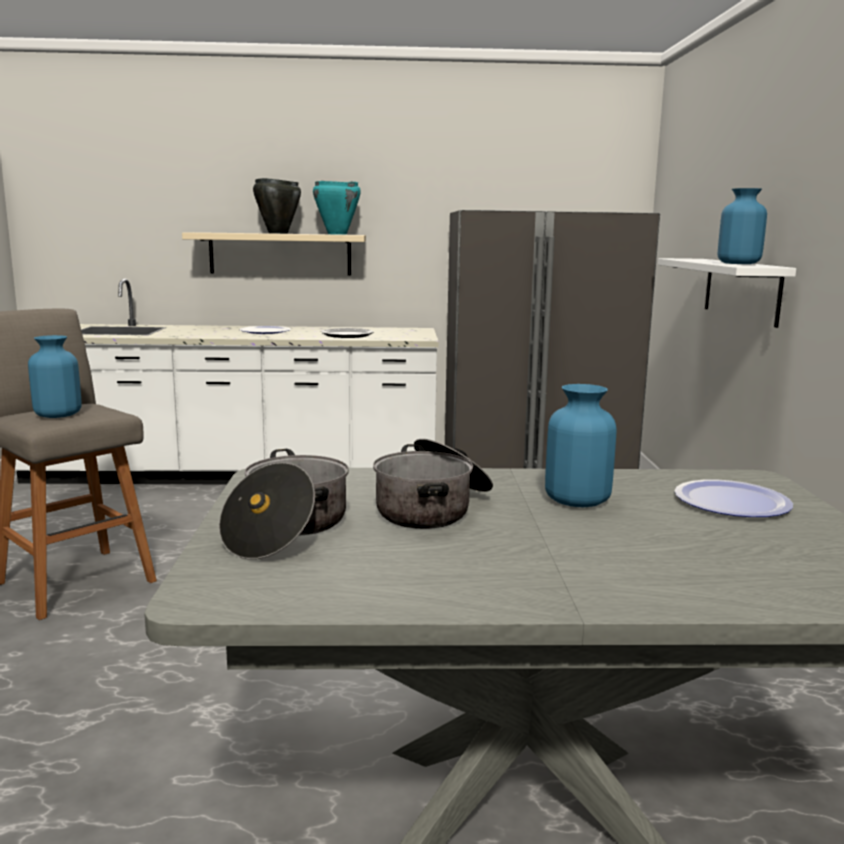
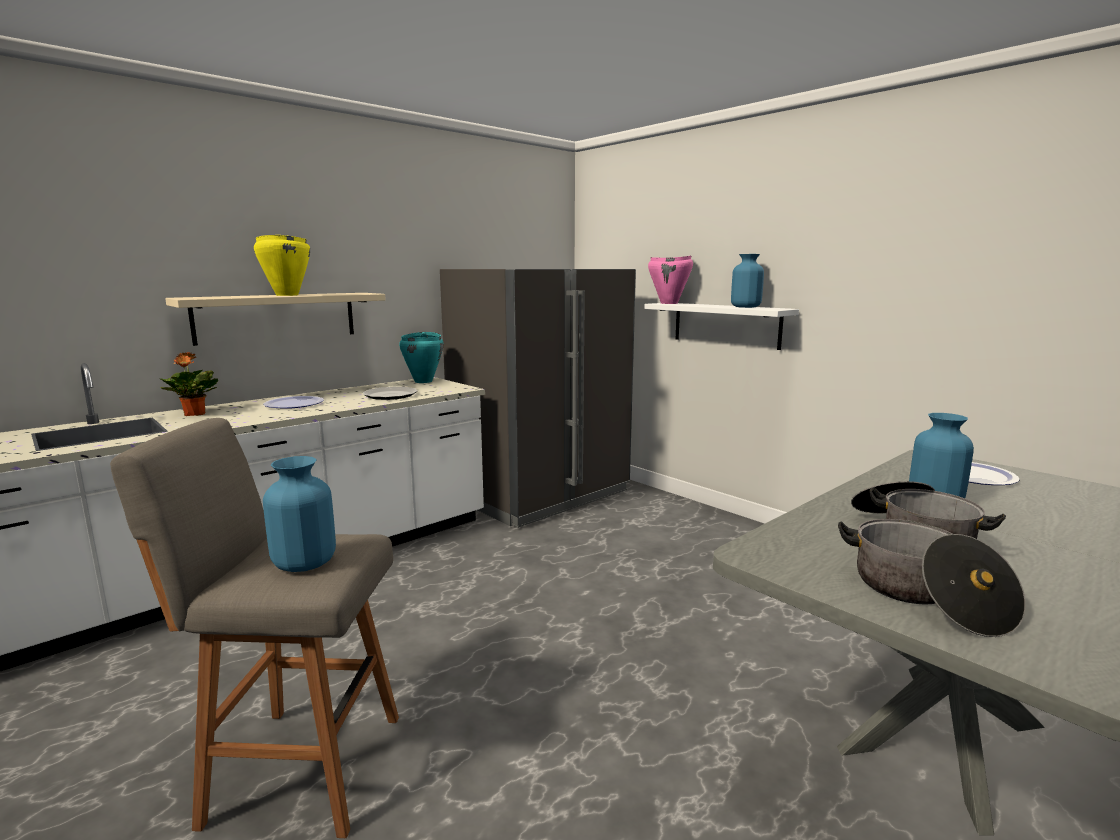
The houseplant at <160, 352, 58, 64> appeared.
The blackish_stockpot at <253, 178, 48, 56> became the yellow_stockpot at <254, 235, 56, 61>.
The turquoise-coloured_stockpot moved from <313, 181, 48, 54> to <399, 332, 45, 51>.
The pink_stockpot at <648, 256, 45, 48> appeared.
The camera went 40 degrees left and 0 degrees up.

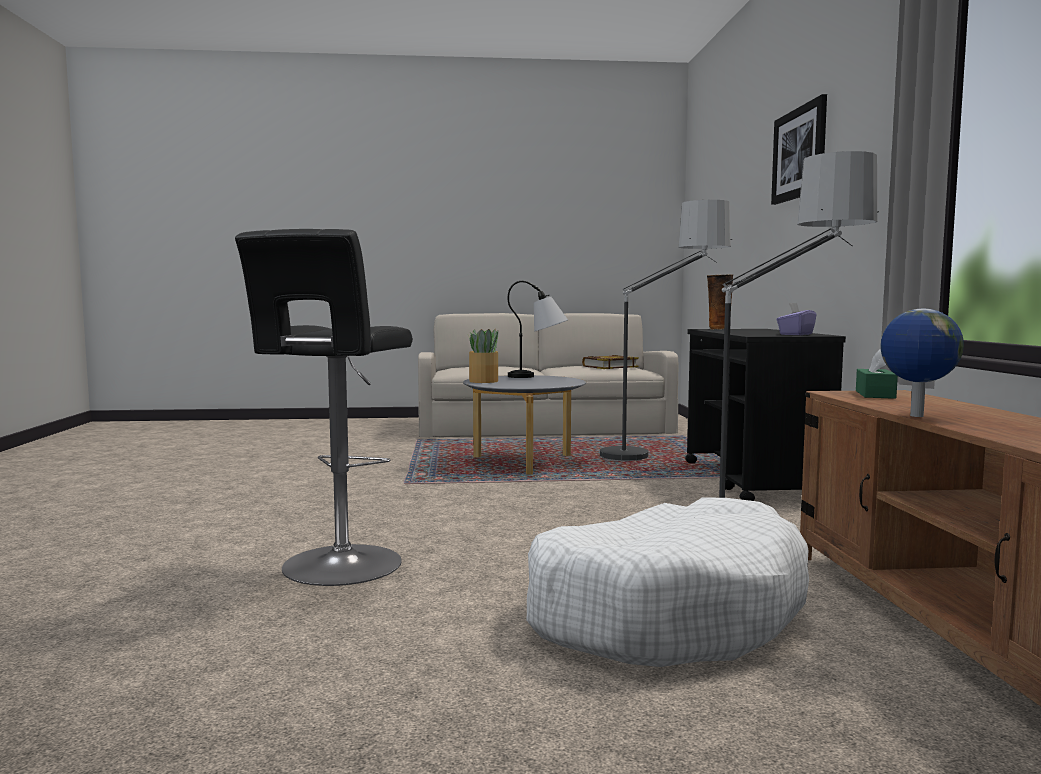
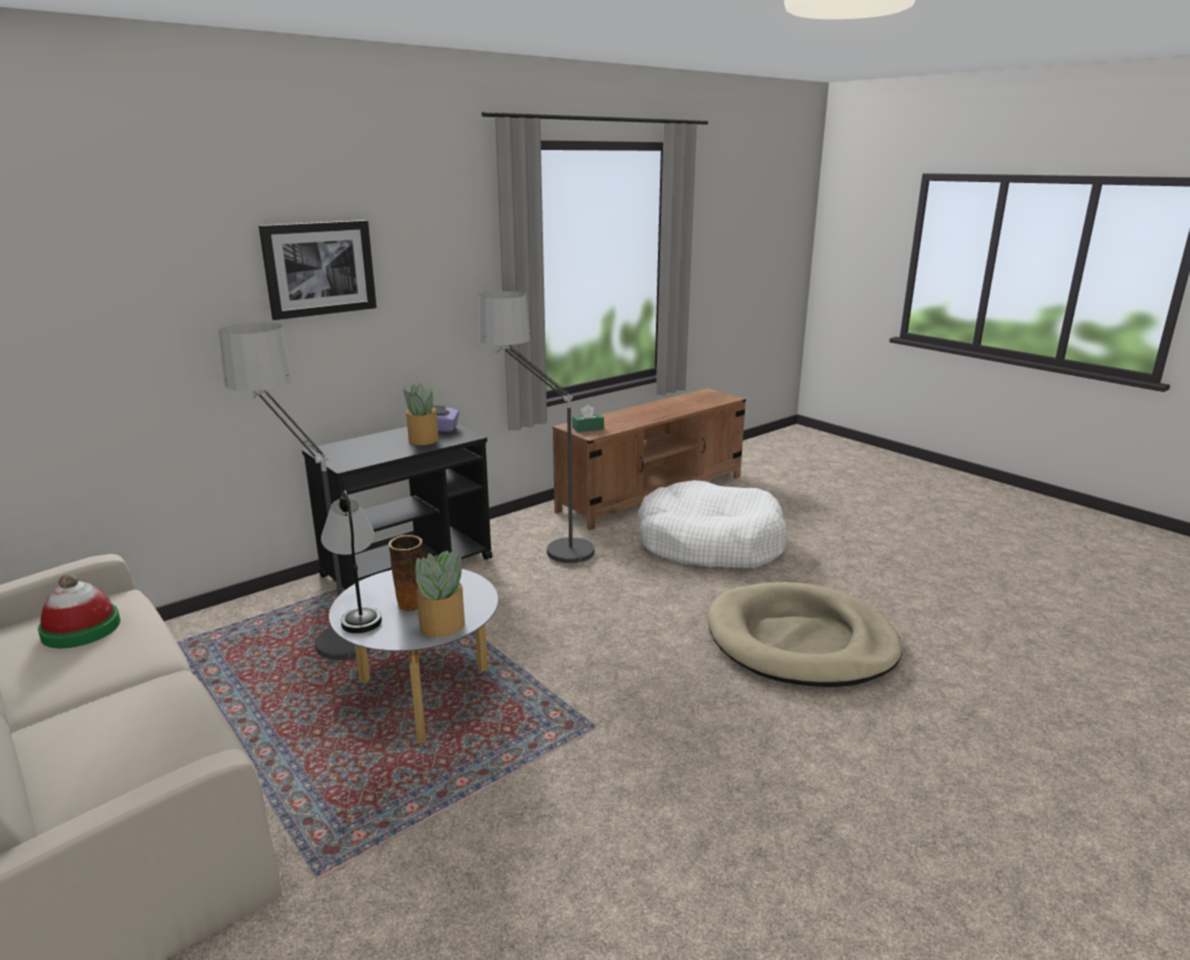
The volume at <582, 355, 57, 14> was replaced by the hat at <38, 574, 82, 74>.
The vase moved from <707, 274, 26, 56> to <388, 535, 35, 77>.
The houseplant at <404, 383, 35, 62> appeared.
The blackish_stool_seat at <235, 229, 178, 357> was replaced by the beige_dog_cushion at <708, 582, 194, 105>.
The world_globe at <880, 308, 84, 109> disappeared.
The camera went 125 degrees left and 15 degrees up.

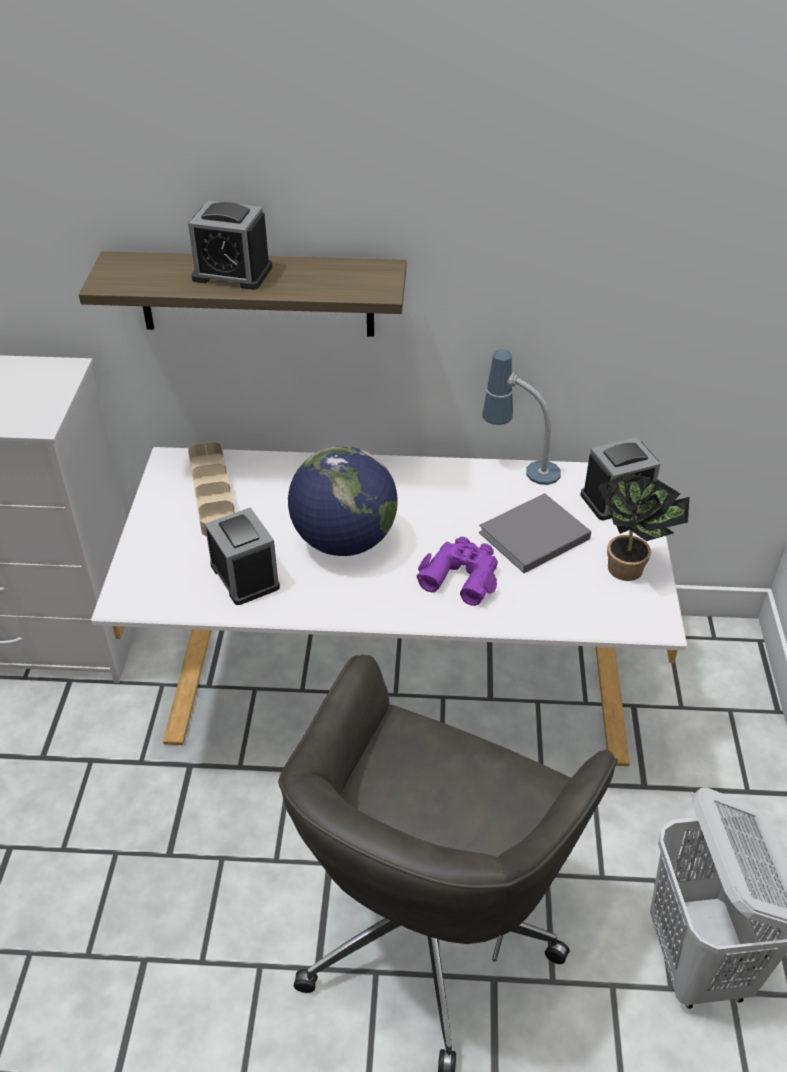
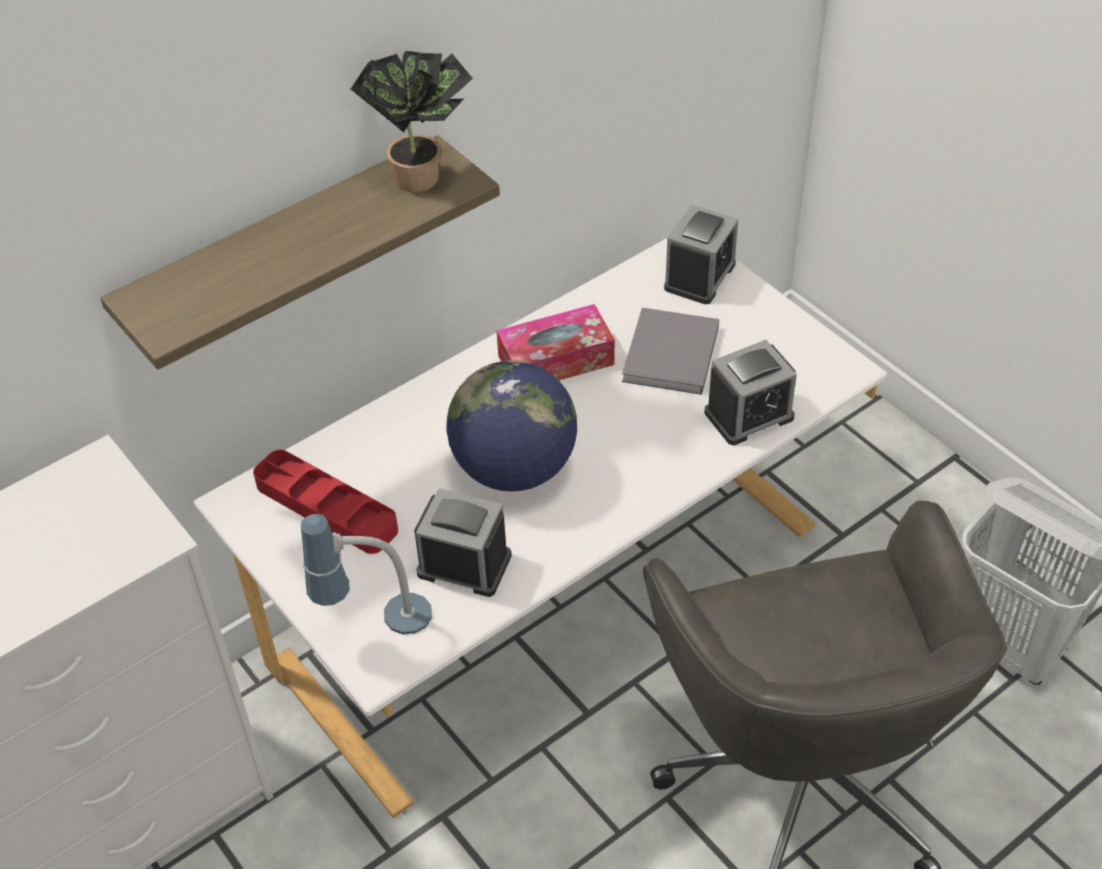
The beige_serving_tray at <188, 442, 47, 94> became the reddish_serving_tray at <253, 449, 145, 105>.
The lamp_for_a_table moved from <482, 349, 79, 136> to <301, 514, 131, 121>.
The houseplant moved from <598, 473, 92, 108> to <351, 51, 122, 141>.
The tissue_holder at <497, 304, 118, 76> appeared.
The bedside_clock moved from <188, 201, 84, 89> to <705, 340, 92, 105>.
The purplish_field_glasses at <417, 537, 81, 69> disappeared.
The camera went 40 degrees left and 5 degrees up.

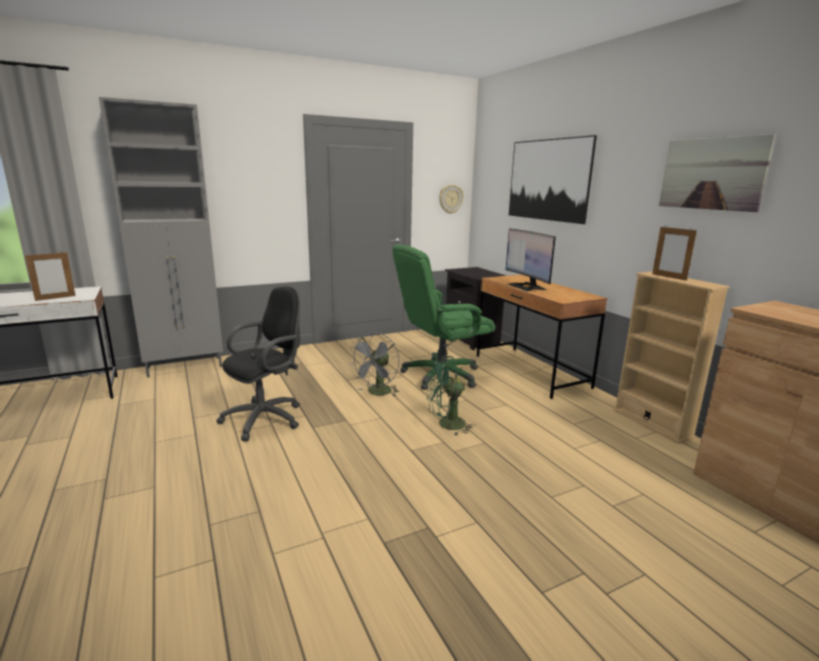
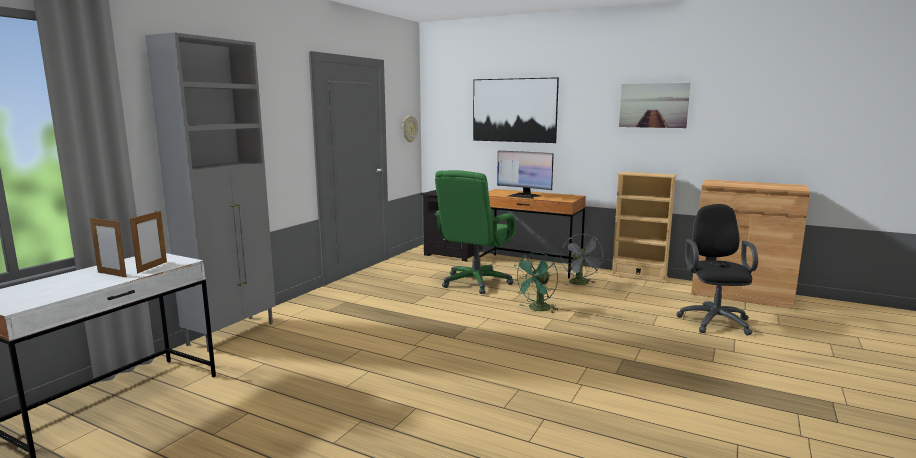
The photo_frame moved from <652, 227, 45, 54> to <90, 216, 37, 61>.
The greyish_fan moved from <351, 332, 49, 65> to <561, 234, 44, 51>.
The blackish_desk_chair moved from <217, 286, 83, 155> to <676, 204, 82, 131>.
The camera went 35 degrees left and 5 degrees down.

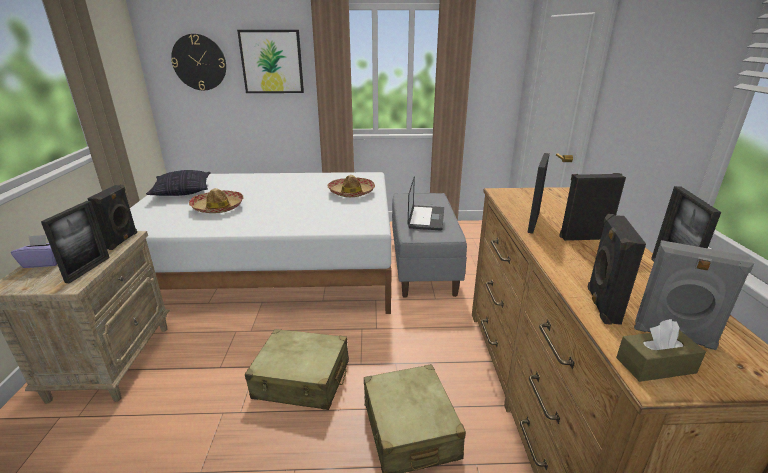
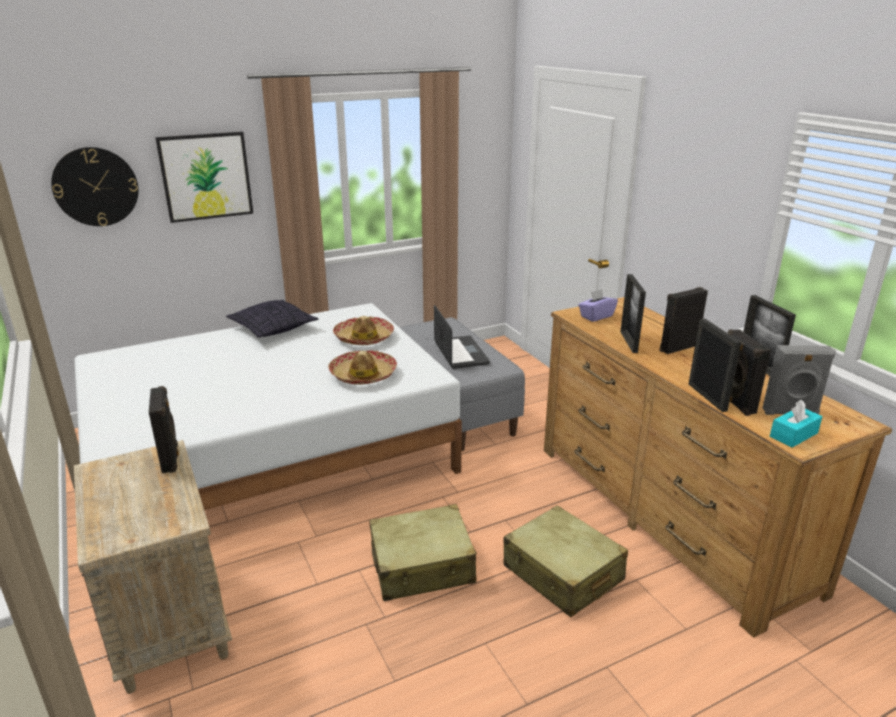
The pillow moved from <146, 170, 64, 26> to <226, 300, 92, 38>.
The hat moved from <189, 188, 55, 25> to <328, 351, 69, 34>.
The purplish_tissue_holder moved from <11, 235, 46, 33> to <578, 289, 40, 33>.
The photo_frame moved from <41, 201, 69, 82> to <689, 319, 53, 93>.
The brownish_tissue_holder at <616, 319, 90, 63> became the turquoise-coloured_tissue_holder at <770, 400, 52, 47>.
The camera went 25 degrees left and 0 degrees up.

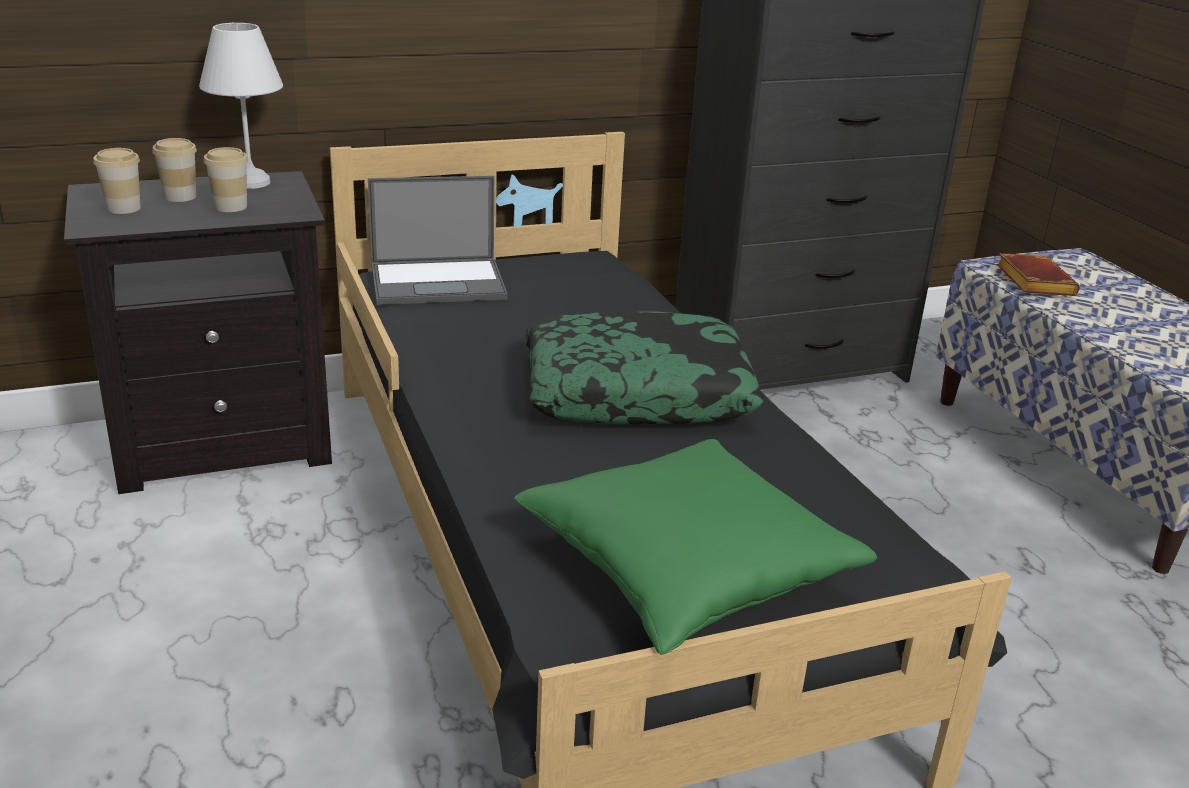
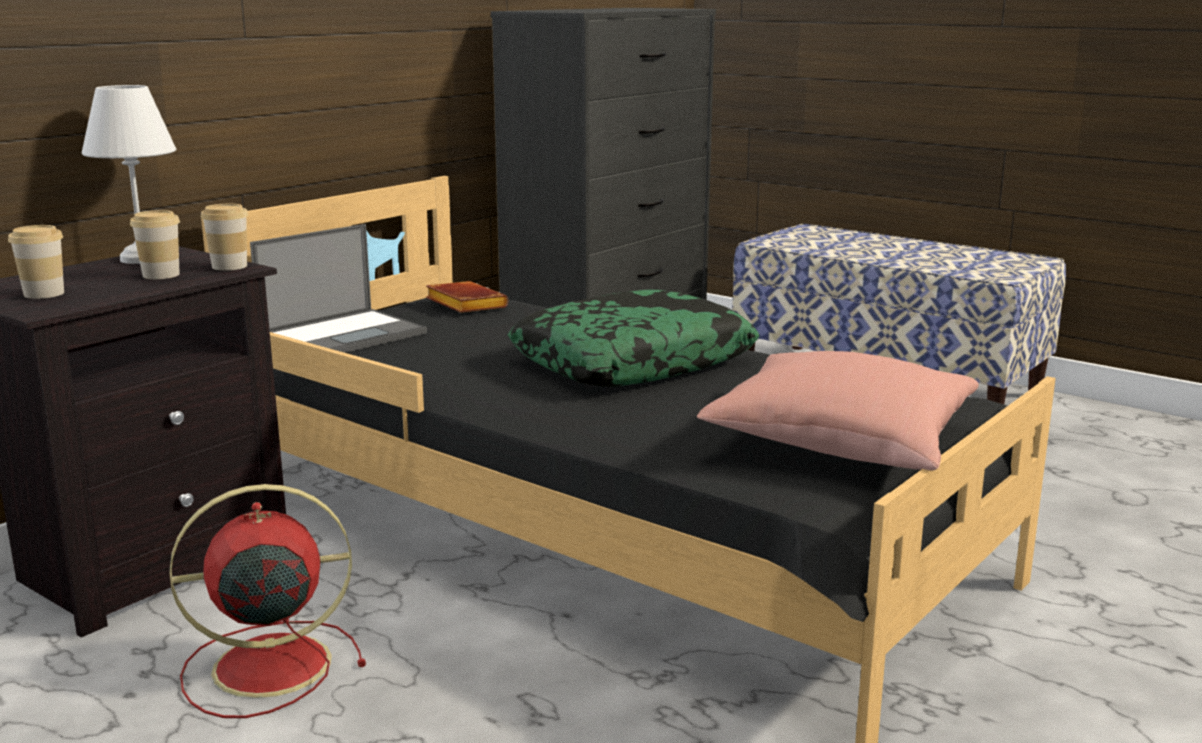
The reddish_fan at <170, 484, 196, 234> appeared.
The cup moved from <152, 138, 45, 64> to <201, 204, 47, 67>.
The brownish_volume moved from <996, 253, 84, 43> to <426, 281, 82, 32>.
The green-coloured_pillow at <514, 439, 363, 215> became the pink_pillow at <697, 351, 282, 120>.
The camera went 30 degrees left and 10 degrees down.

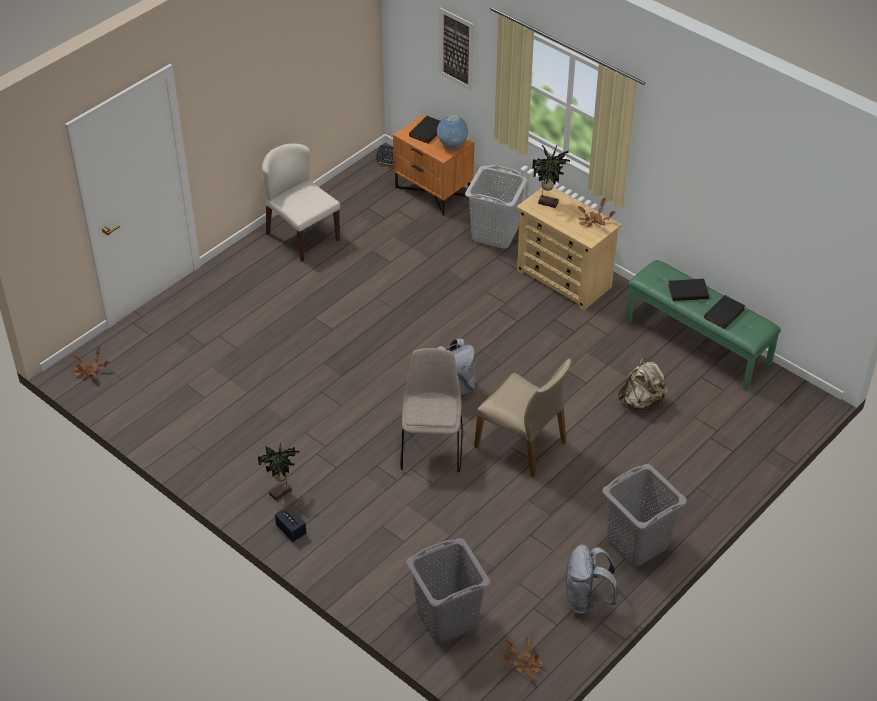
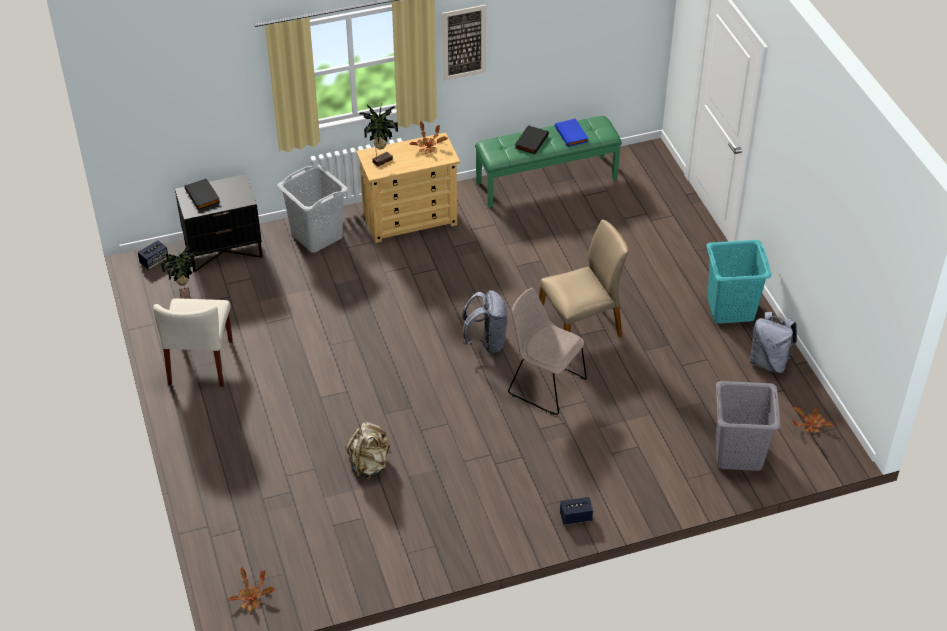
The beige_upright_chair at <262, 143, 78, 119> turned 75 degrees counterclockwise.
The houseplant moved from <258, 444, 41, 56> to <161, 242, 38, 57>.
The orange-coloured_bedside_table at <393, 114, 81, 102> became the blackish_bedside_table at <175, 174, 88, 99>.
The beige_rucksack moved from <618, 358, 50, 52> to <345, 422, 46, 58>.
The wall_picture moved from <439, 7, 35, 84> to <442, 5, 44, 76>.
The blackish_volume at <704, 295, 42, 34> became the blue-coloured_volume at <555, 118, 34, 29>.
The greyish_washing_basket at <602, 464, 85, 103> became the turquoise-coloured_washing_basket at <706, 240, 66, 84>.
The world_globe at <437, 115, 32, 33> disappeared.
The camera went 60 degrees left and 0 degrees up.

